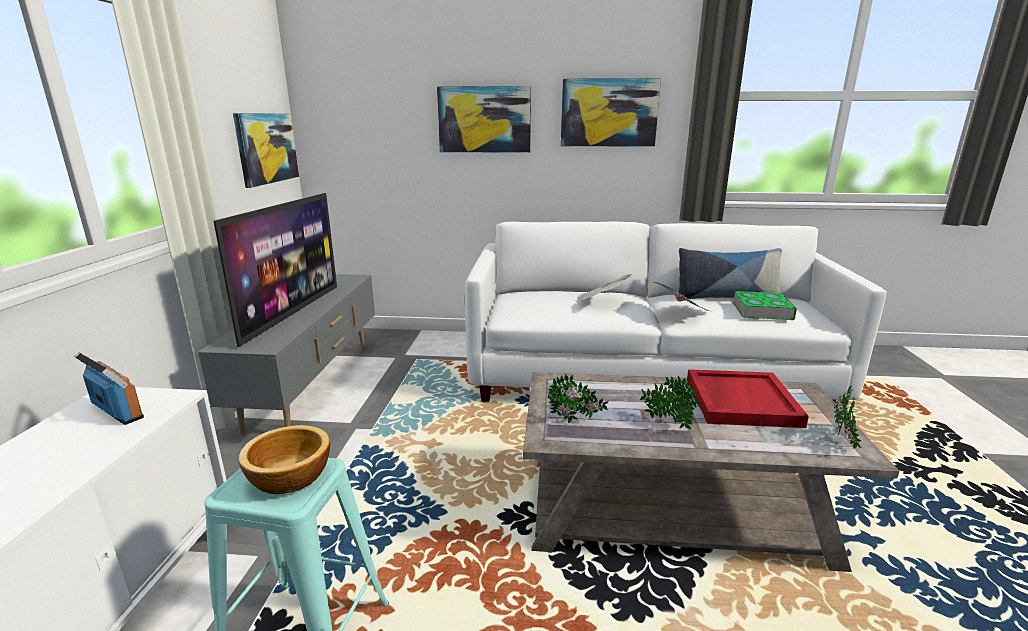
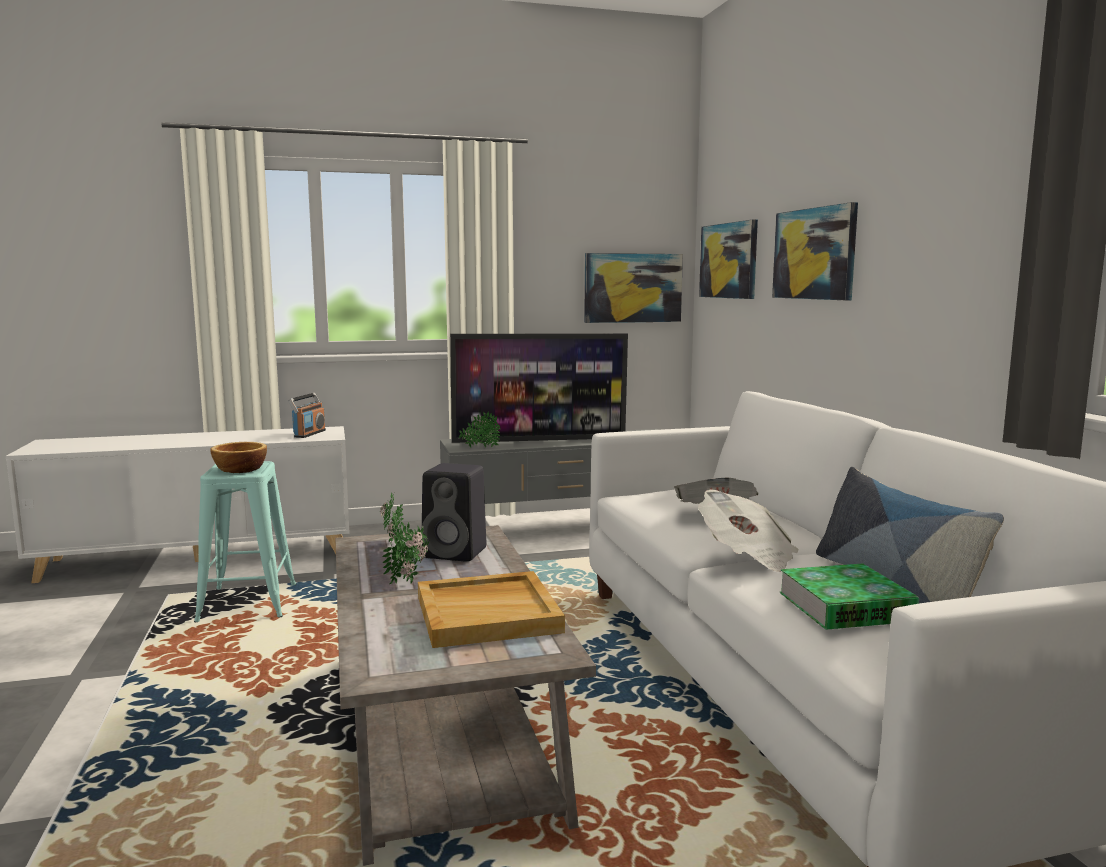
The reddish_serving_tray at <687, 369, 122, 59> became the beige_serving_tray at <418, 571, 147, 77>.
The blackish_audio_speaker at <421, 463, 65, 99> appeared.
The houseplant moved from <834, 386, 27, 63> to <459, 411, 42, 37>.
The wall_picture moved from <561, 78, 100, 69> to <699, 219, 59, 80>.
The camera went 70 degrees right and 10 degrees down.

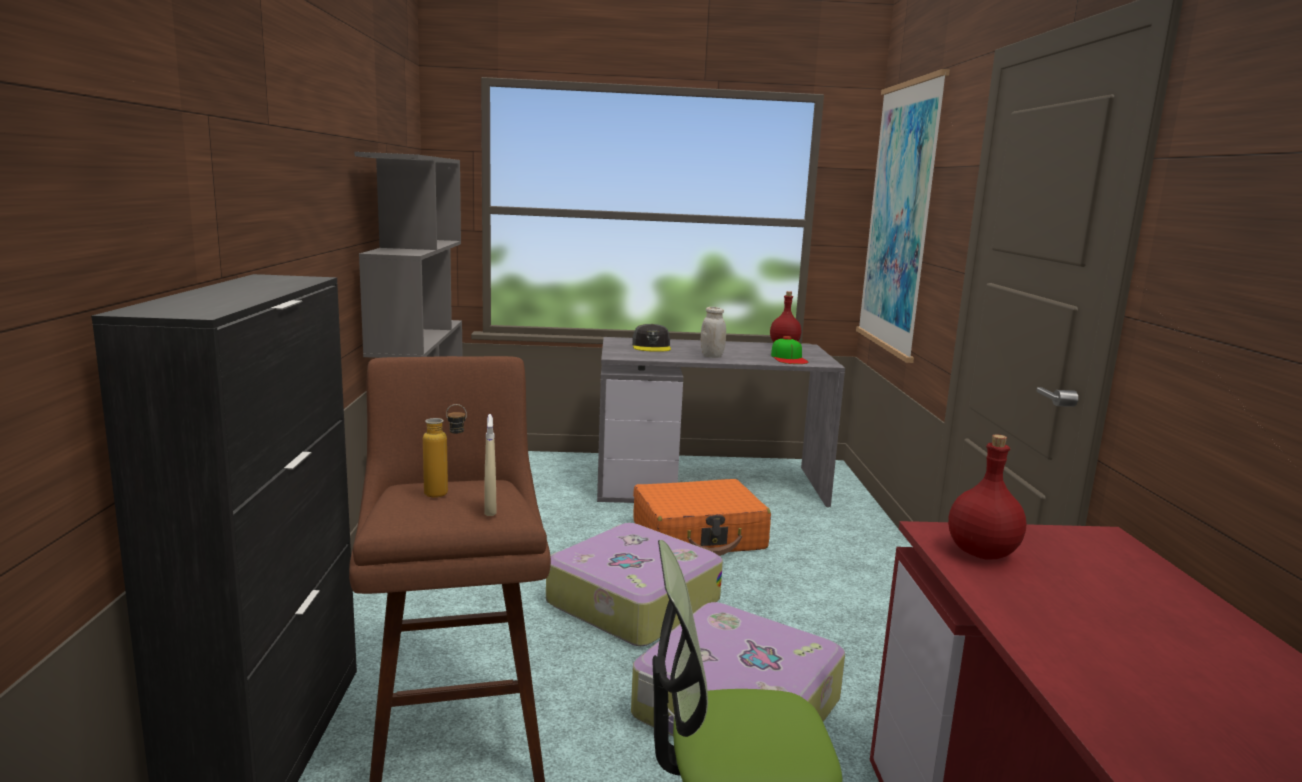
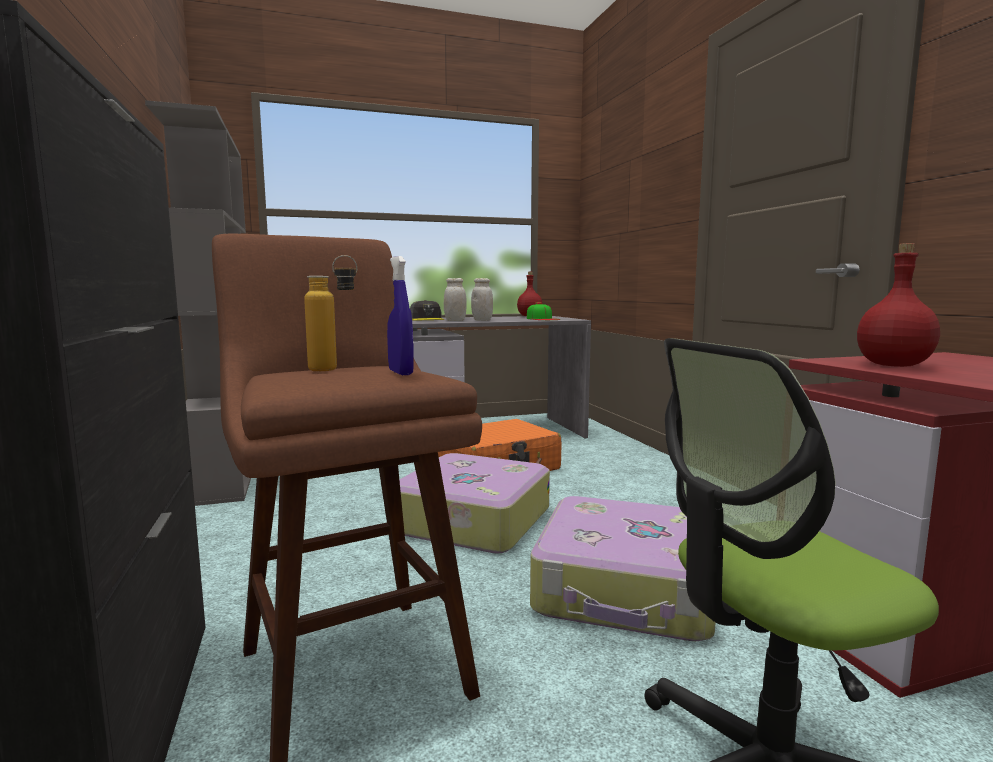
The beige_spray_bottle at <485, 414, 12, 102> became the blue-coloured_spray_bottle at <387, 256, 27, 119>.
The white-coloured_jar at <444, 278, 23, 43> appeared.
The wall_picture at <856, 69, 94, 294> disappeared.
The camera went 15 degrees left and 5 degrees down.

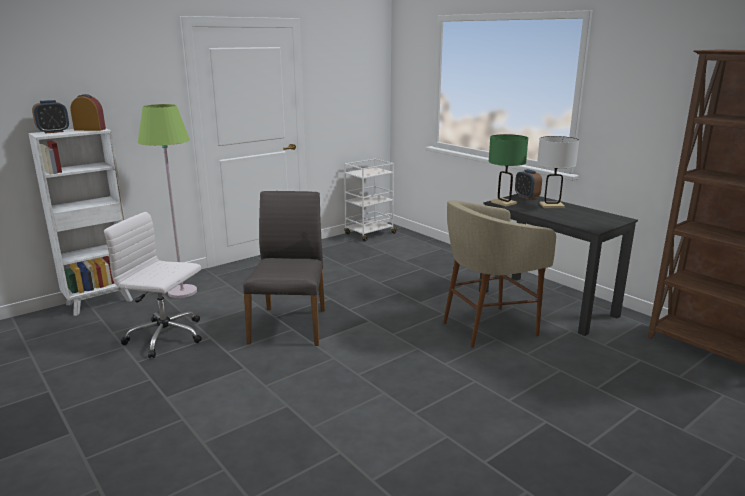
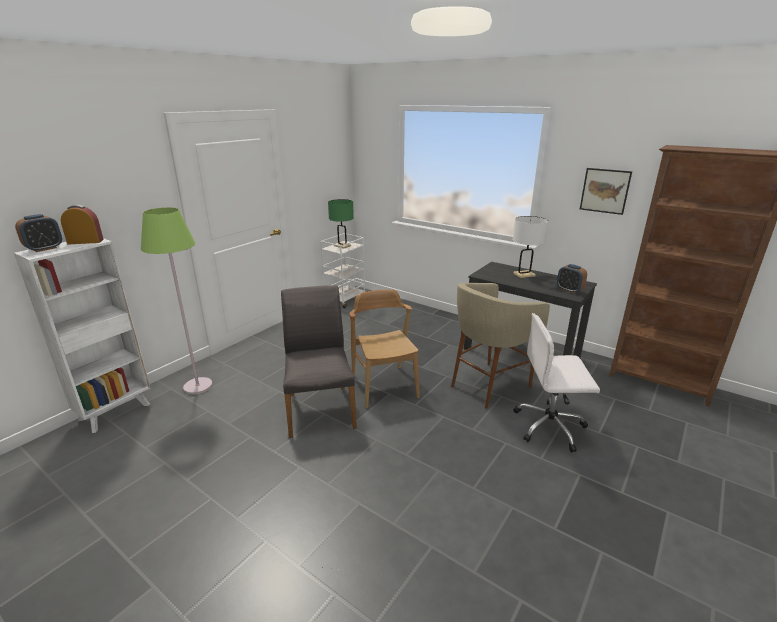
The green-coloured_lamp_for_a_table moved from <489, 134, 39, 73> to <328, 199, 26, 50>.
The brownish_upright_chair at <349, 289, 71, 119> appeared.
The white-coloured_desk_chair moved from <104, 212, 98, 146> to <513, 313, 87, 140>.
The bedside_clock moved from <515, 169, 27, 30> to <557, 264, 30, 29>.
The wall_picture at <580, 168, 52, 47> appeared.
The camera went 15 degrees left and 5 degrees up.

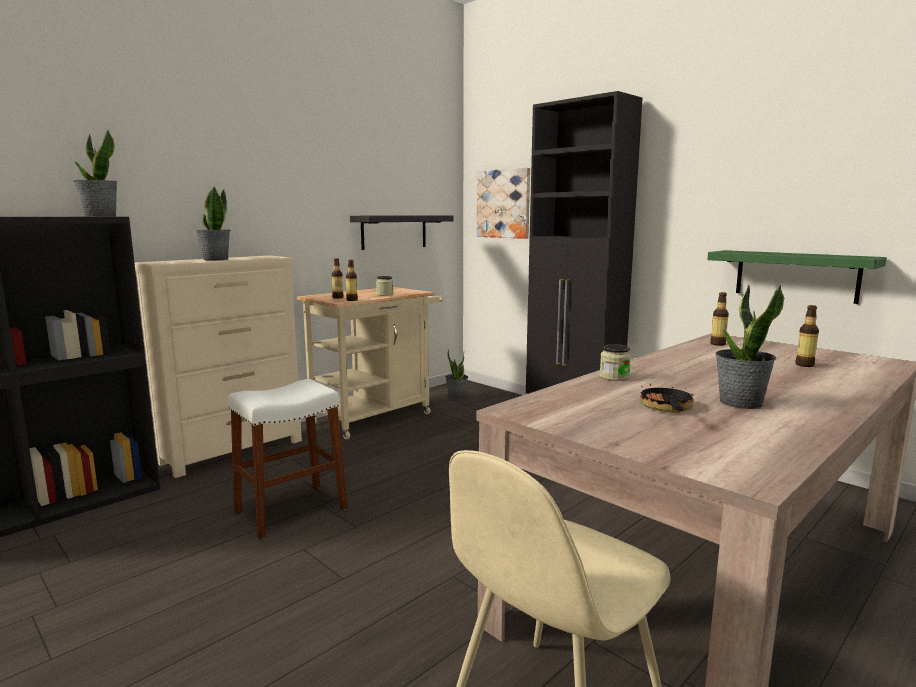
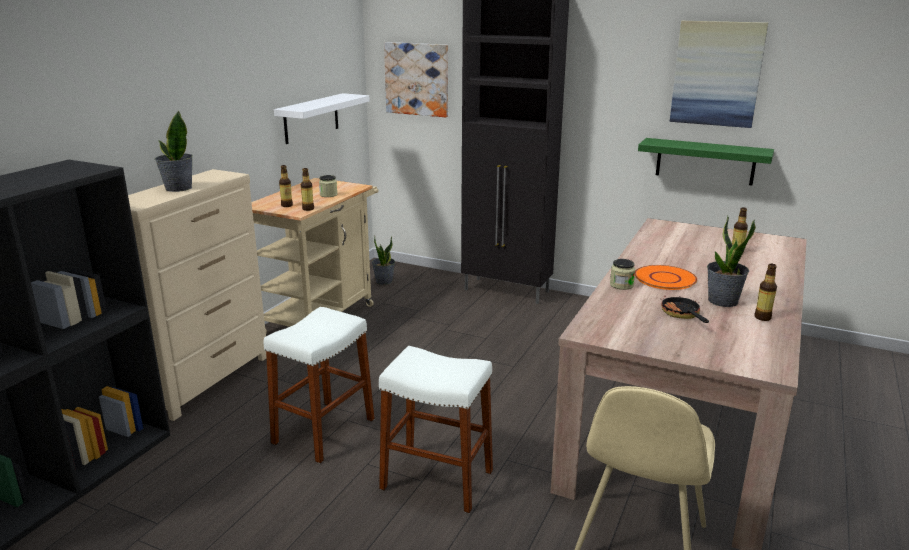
The blackish_bracket_shelf at <350, 215, 103, 35> became the white-coloured_bracket_shelf at <274, 93, 96, 51>.
The white-coloured_stool_seat at <379, 346, 114, 167> appeared.
The orange-coloured_dinner_plate at <635, 265, 62, 25> appeared.
The wall_picture at <670, 21, 98, 107> appeared.
The bottle moved from <710, 292, 19, 54> to <754, 264, 23, 57>.
The houseplant at <74, 129, 44, 87> disappeared.
The camera went 20 degrees left and 10 degrees up.

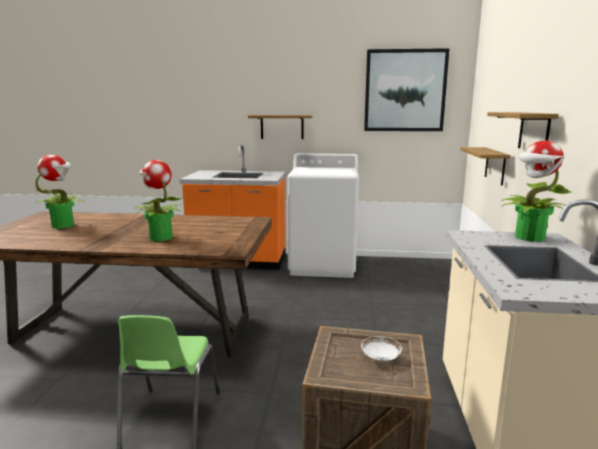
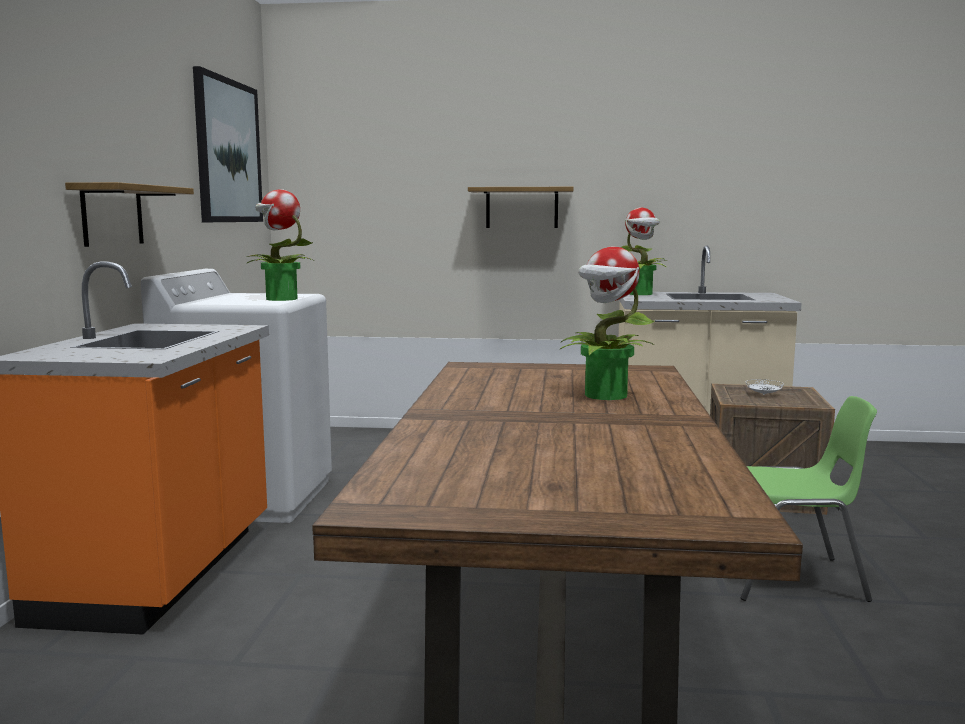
The houseplant moved from <35, 155, 50, 74> to <246, 190, 68, 111>.
The bracket_shelf at <460, 147, 51, 38> disappeared.
The camera went 90 degrees left and 5 degrees down.

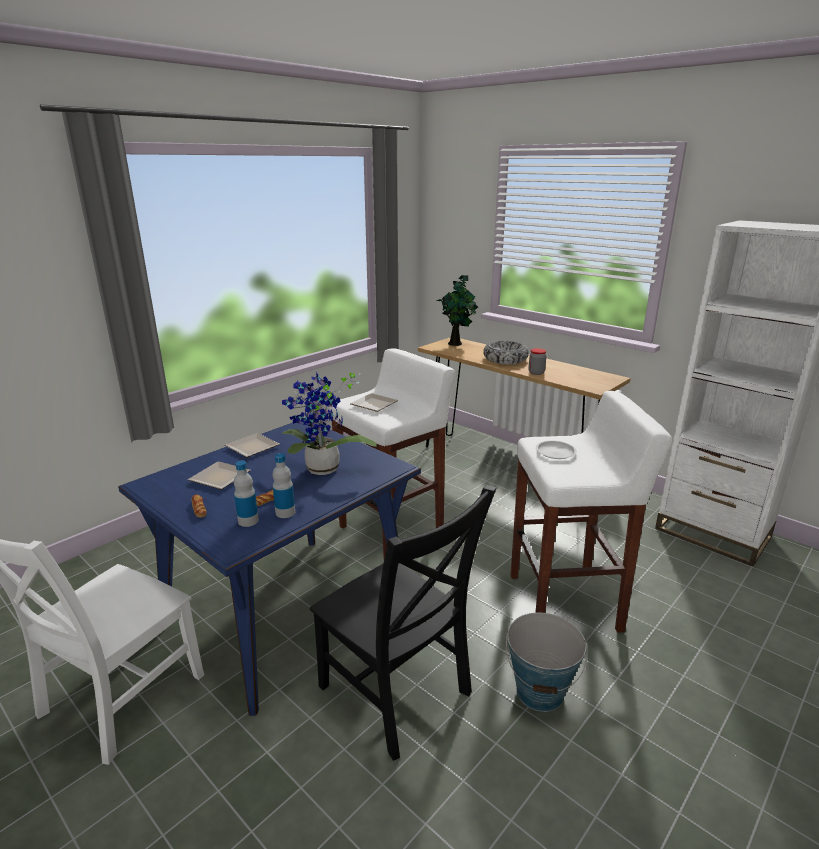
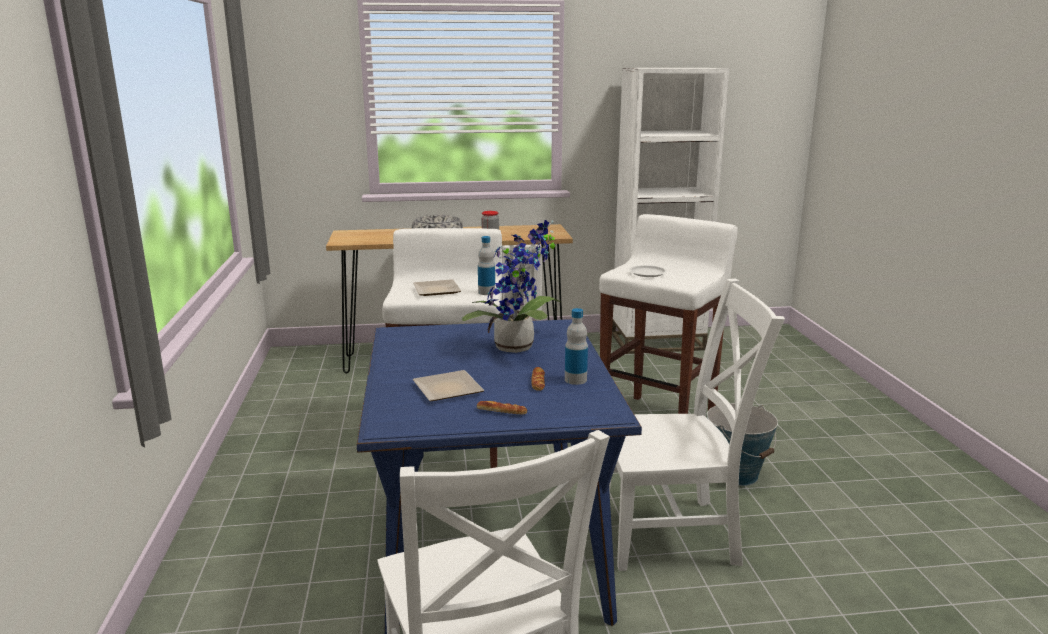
The bottle moved from <234, 460, 25, 67> to <478, 236, 17, 59>.
The blackish_upright_chair at <310, 485, 186, 276> became the white-coloured_upright_chair at <608, 279, 177, 292>.
The dinner_plate at <225, 433, 55, 24> disappeared.
The houseplant at <436, 275, 42, 71> disappeared.
The camera went 50 degrees left and 5 degrees down.

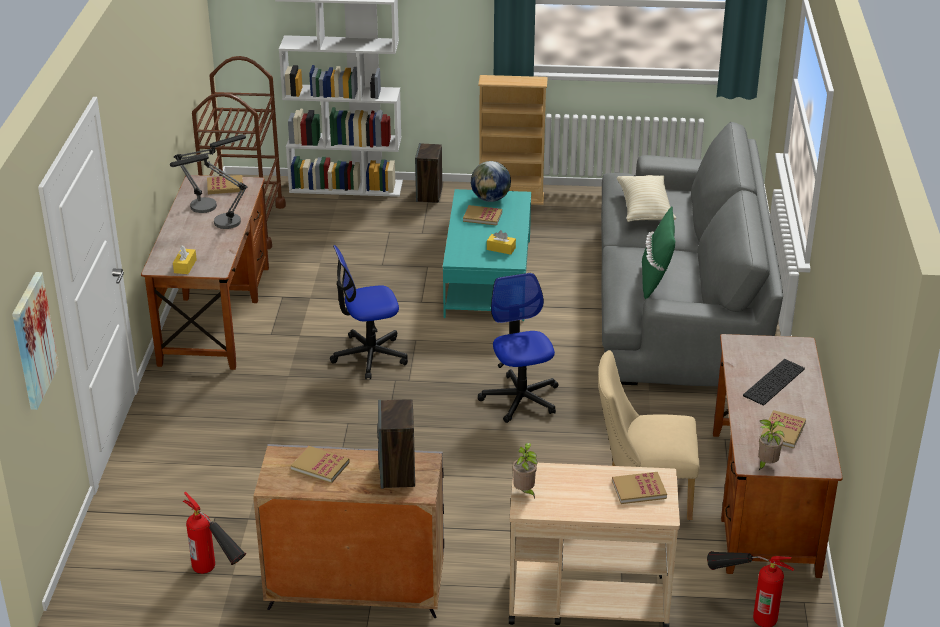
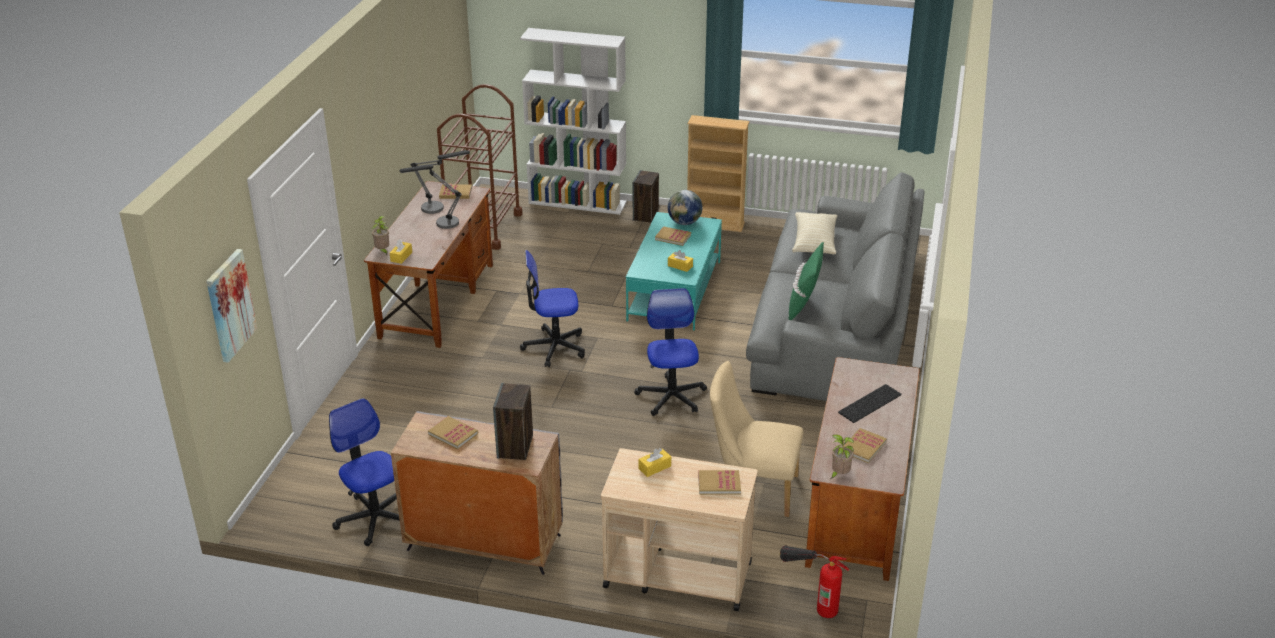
The fire-fighting_cylinder at <183, 492, 63, 82> was replaced by the desk_chair at <329, 398, 71, 148>.
The houseplant moved from <512, 443, 26, 56> to <372, 216, 17, 39>.
The yellow_tissue_holder at <638, 448, 33, 29> appeared.
The camera went 10 degrees right and 0 degrees up.

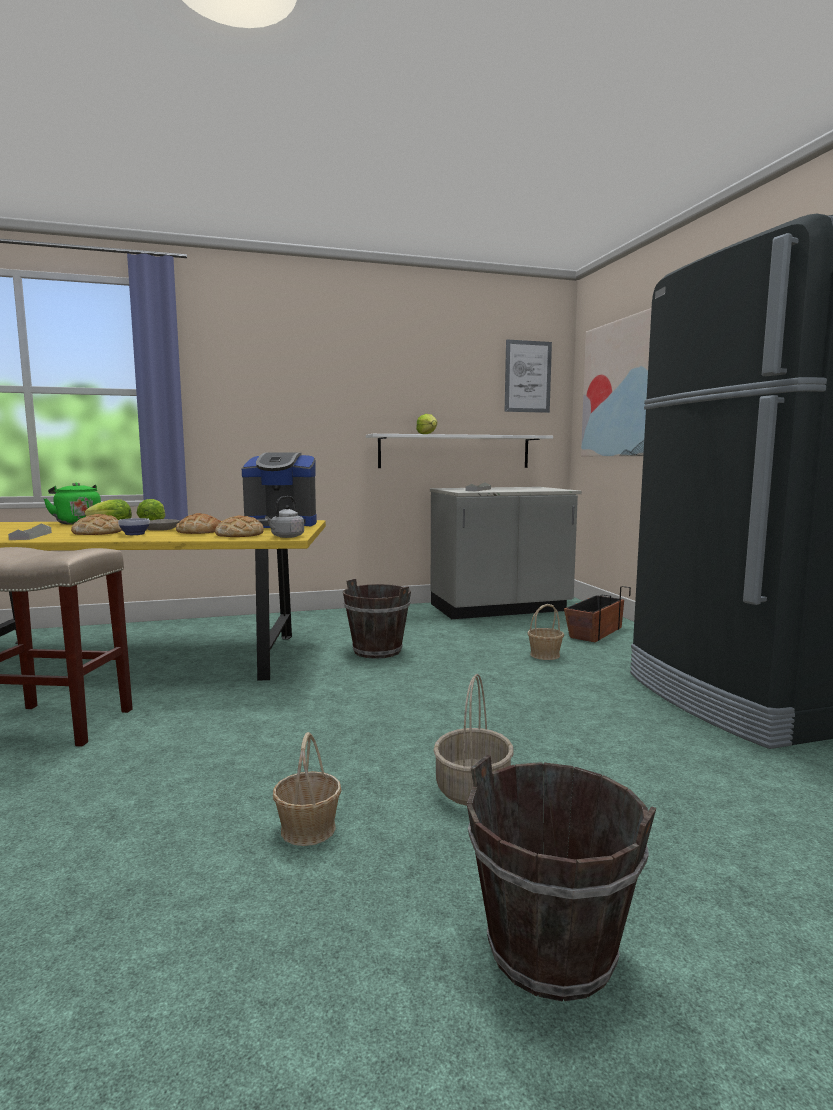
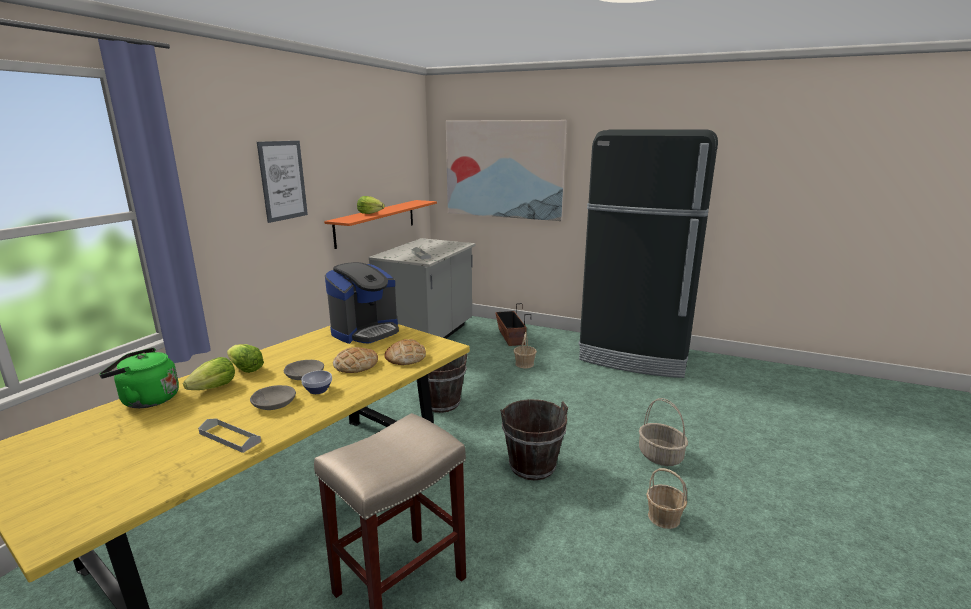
The bakery_bread at <71, 514, 51, 21> was replaced by the greyish_bowl at <250, 385, 46, 25>.
The wall_picture moved from <505, 340, 47, 73> to <257, 141, 51, 82>.
The white-coloured_bracket_shelf at <366, 434, 187, 34> became the orange-coloured_bracket_shelf at <324, 200, 113, 49>.
The brownish_pail moved from <467, 755, 189, 246> to <500, 399, 68, 81>.
The greyish_tea_kettle at <265, 496, 39, 42> disappeared.
The camera went 50 degrees left and 10 degrees up.

